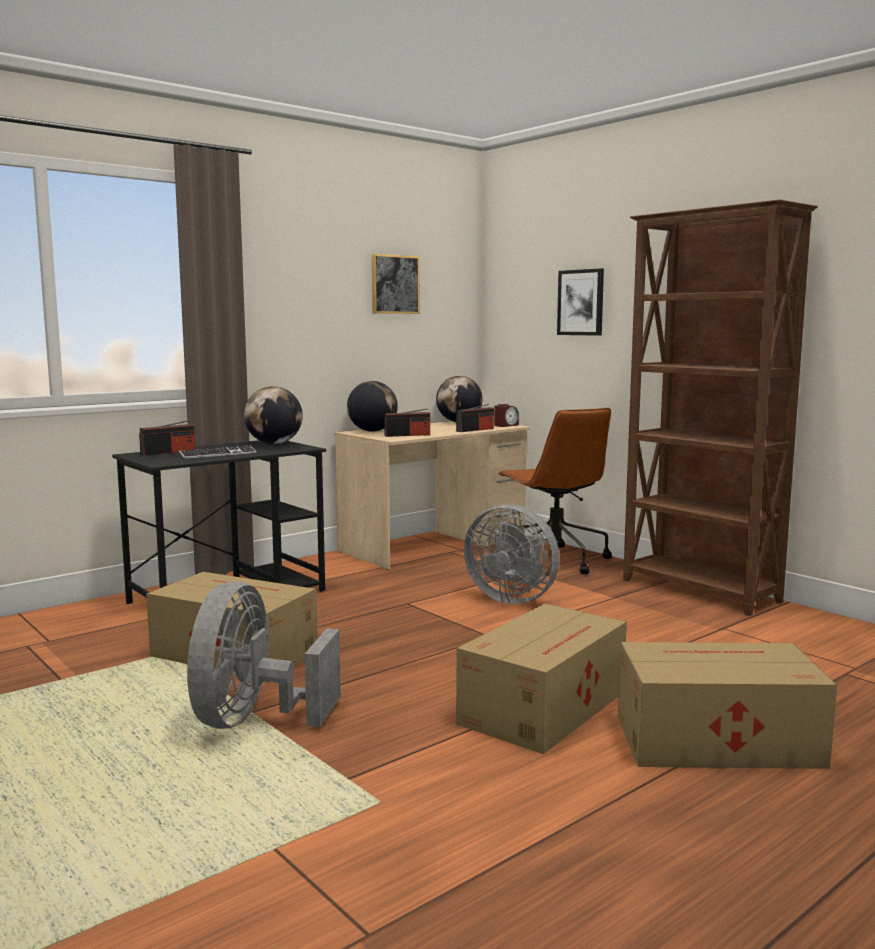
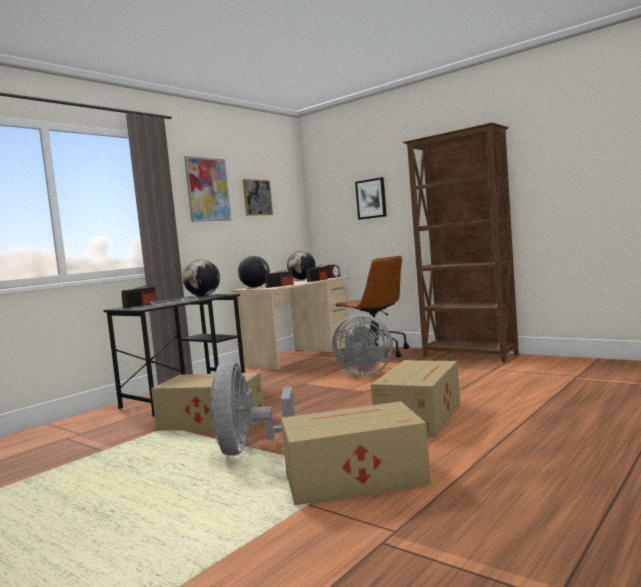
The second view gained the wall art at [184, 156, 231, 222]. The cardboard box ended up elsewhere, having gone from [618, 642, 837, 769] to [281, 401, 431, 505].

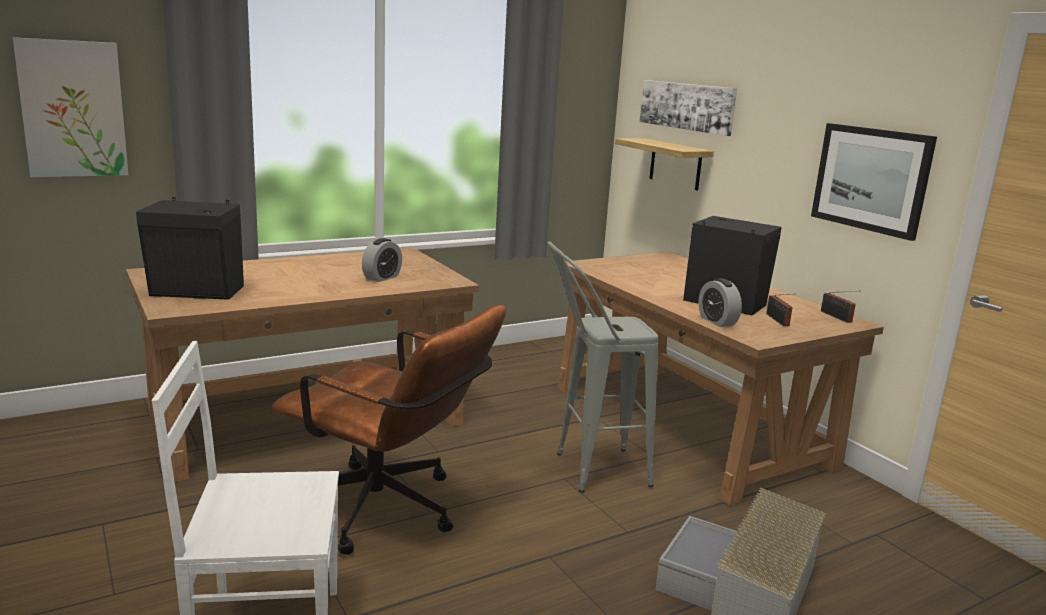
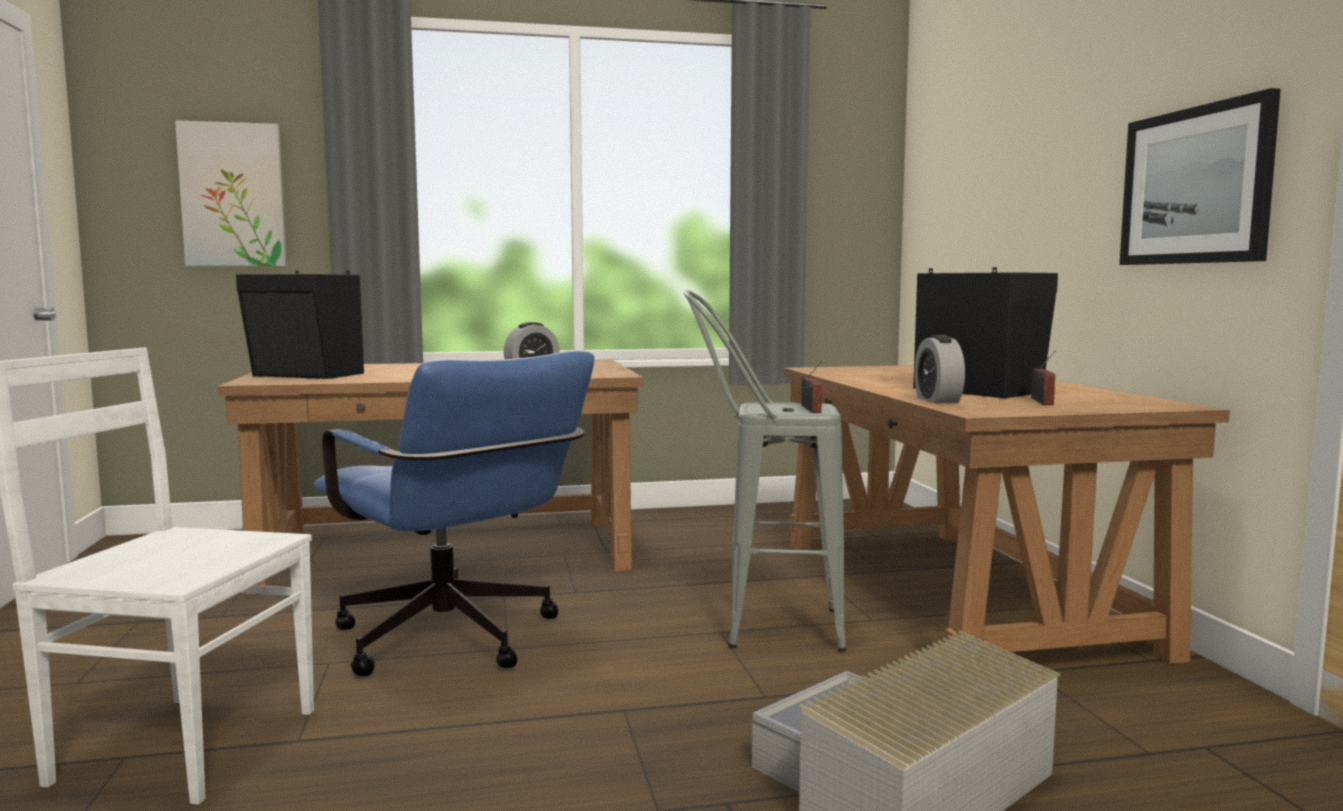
The second view lost the bracket shelf at [615, 138, 714, 191]. The second view lost the wall art at [640, 80, 737, 136]. The radio set ended up elsewhere, having gone from [821, 291, 856, 323] to [801, 361, 822, 413]. What was the brownish desk chair at [272, 305, 506, 555] turned into the blue-coloured desk chair at [314, 351, 594, 676].

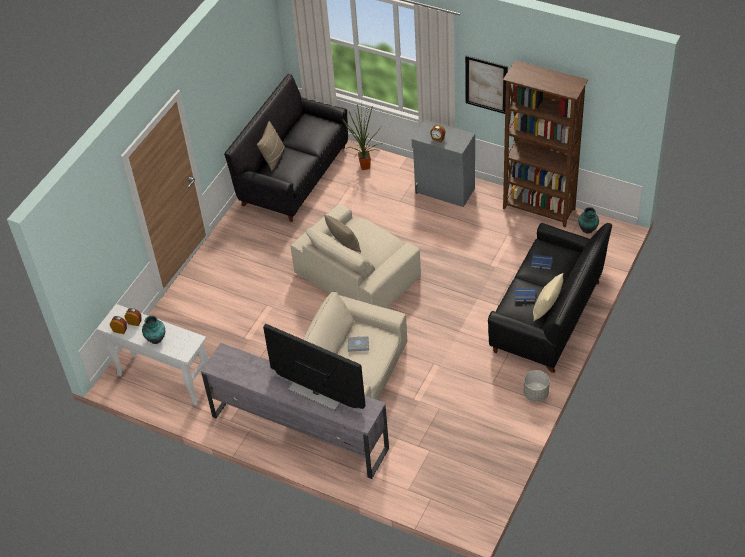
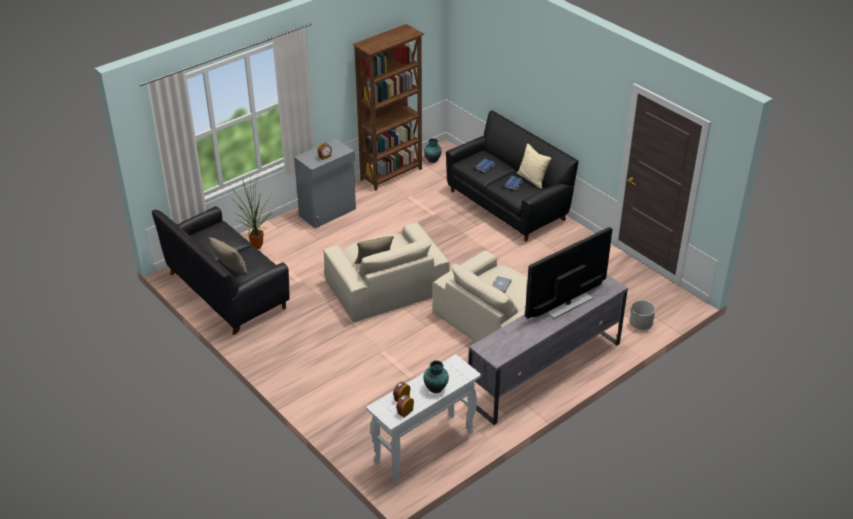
The second view lost the wall art at [465, 56, 508, 114]. The greyish plant pot ended up elsewhere, having gone from [524, 370, 550, 402] to [629, 300, 655, 330].

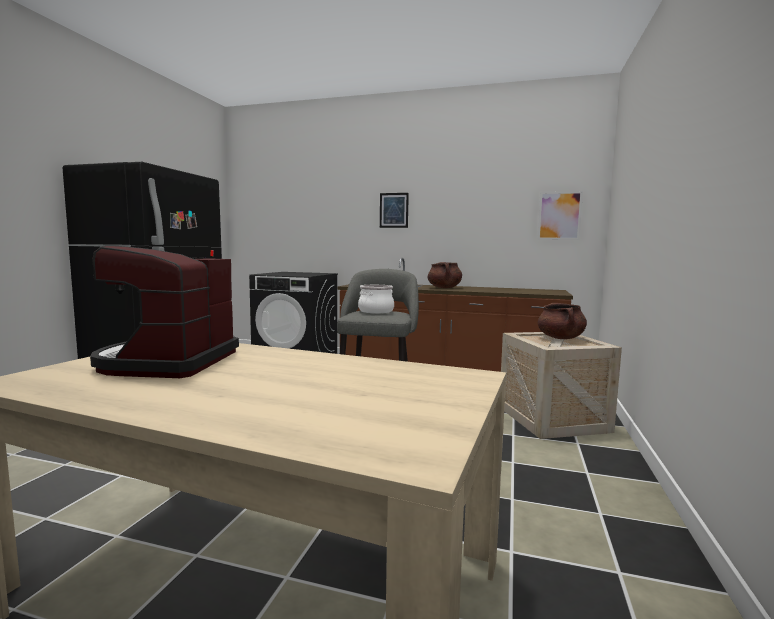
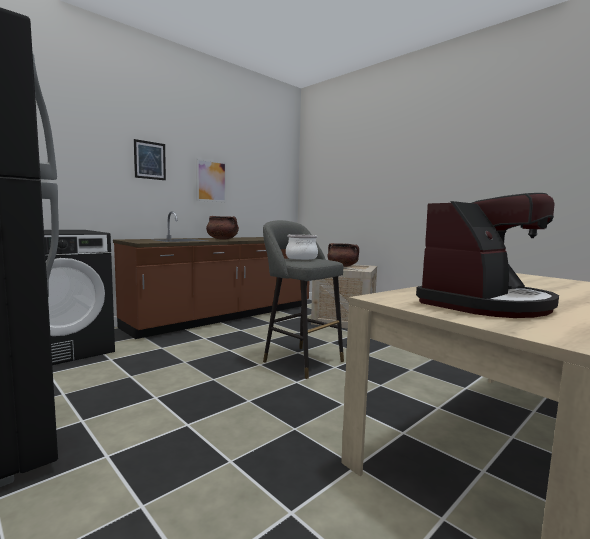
The wall art ended up elsewhere, having gone from [537, 191, 583, 240] to [196, 158, 227, 202]. The coffee maker at [90, 245, 239, 378] ended up facing another way, 75 degrees counterclockwise from before.

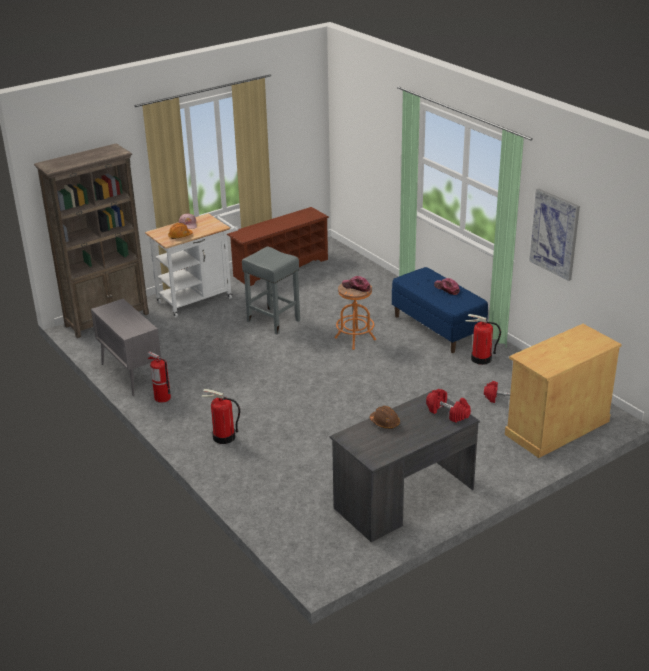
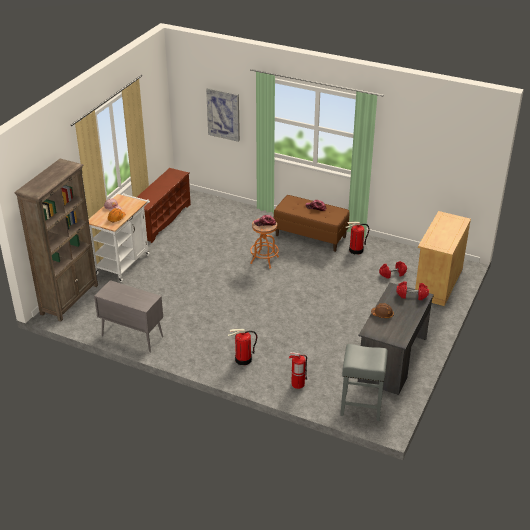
The fire-fighting cylinder ended up elsewhere, having gone from [148, 351, 171, 403] to [289, 352, 307, 389]. The greyish stool ended up elsewhere, having gone from [242, 246, 300, 334] to [340, 344, 388, 421]. The wall art ended up elsewhere, having gone from [529, 189, 580, 281] to [206, 87, 240, 142]. What was the blue-coloured long seat at [392, 267, 488, 353] turned into the brownish long seat at [274, 195, 349, 252].

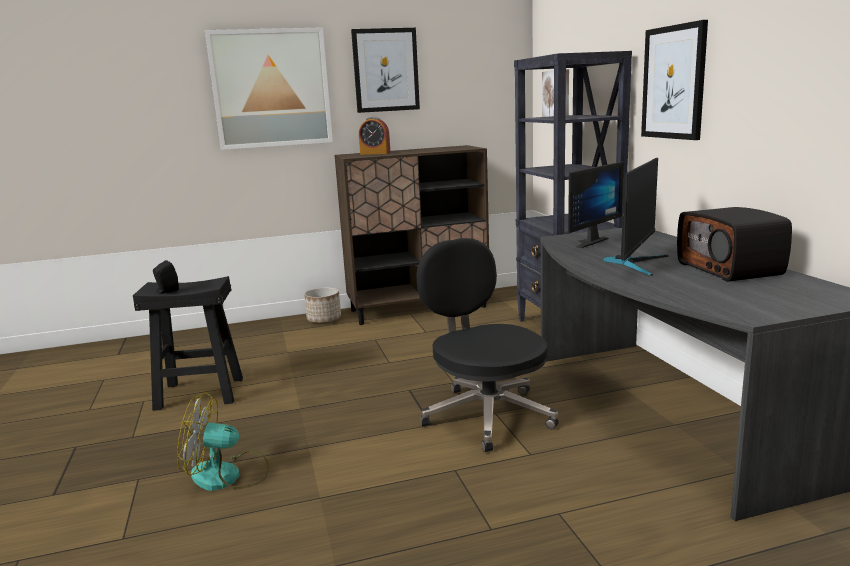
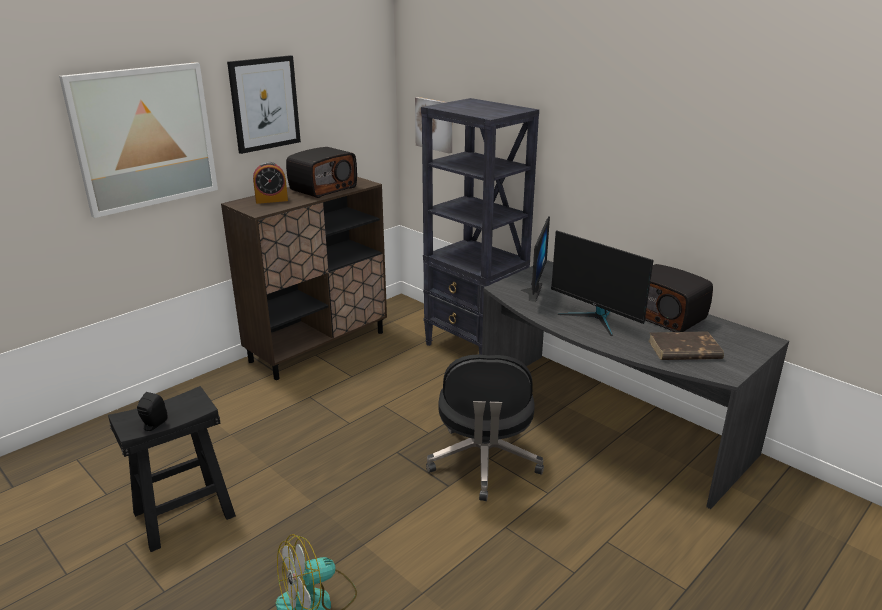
The second view lost the plant pot at [304, 287, 341, 323]. The second view lost the wall art at [641, 20, 708, 140]. The second view gained the radio set at [286, 147, 357, 198]. The second view gained the brownish bound book at [649, 331, 724, 360]. The black-coloured desk chair at [416, 238, 559, 452] ended up facing another way, 120 degrees counterclockwise from before. The computer screen at [603, 158, 669, 276] ended up facing another way, 135 degrees clockwise from before.

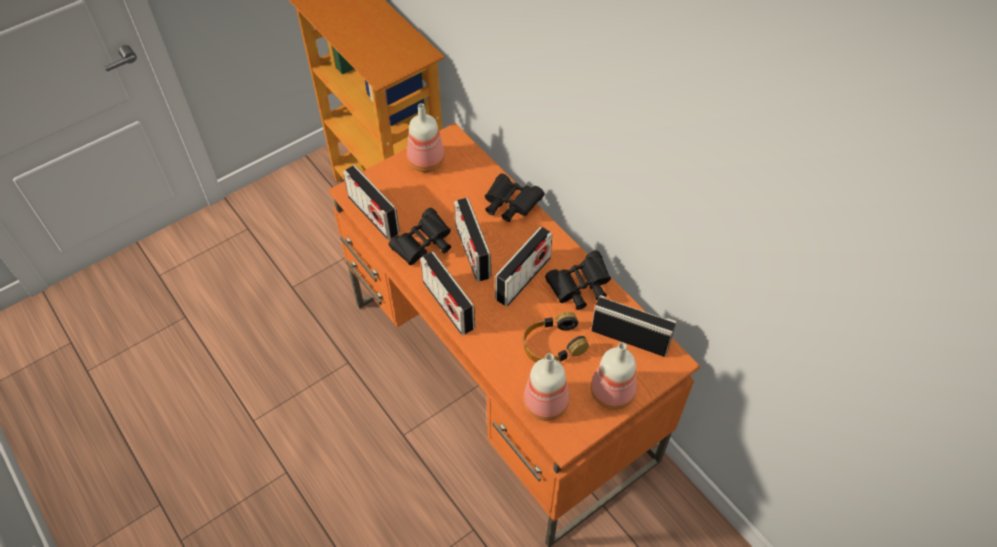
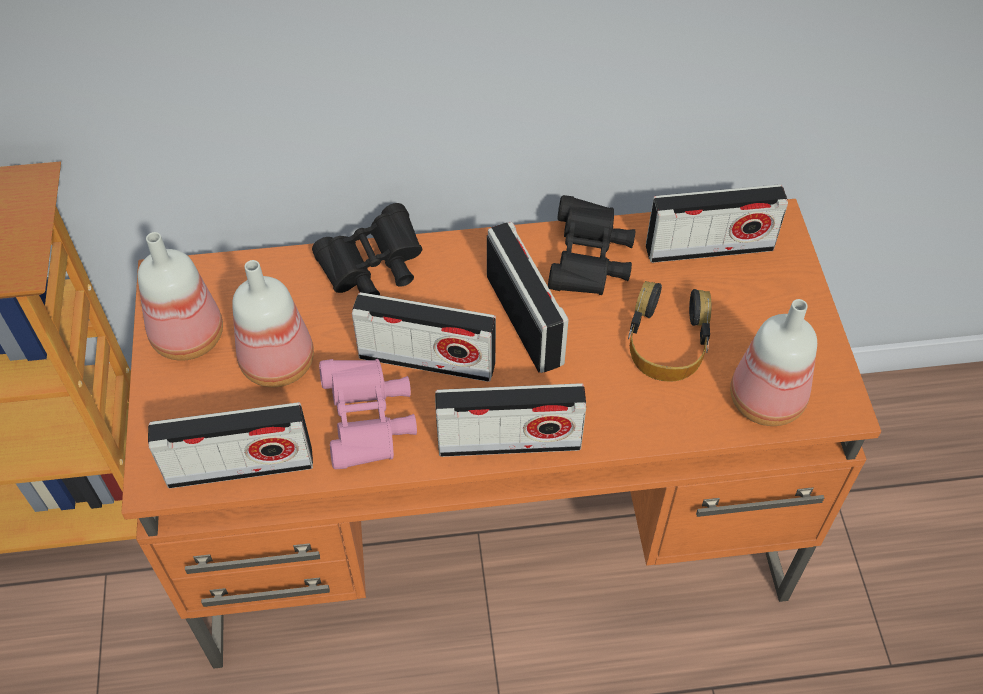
The beverage bottle ended up elsewhere, having gone from [591, 342, 637, 410] to [232, 260, 314, 387]. What was the black-coloured field glasses at [389, 208, 451, 265] turned into the pink-coloured field glasses at [319, 359, 417, 469]. The radio set at [591, 295, 676, 357] ended up facing another way, 150 degrees counterclockwise from before.

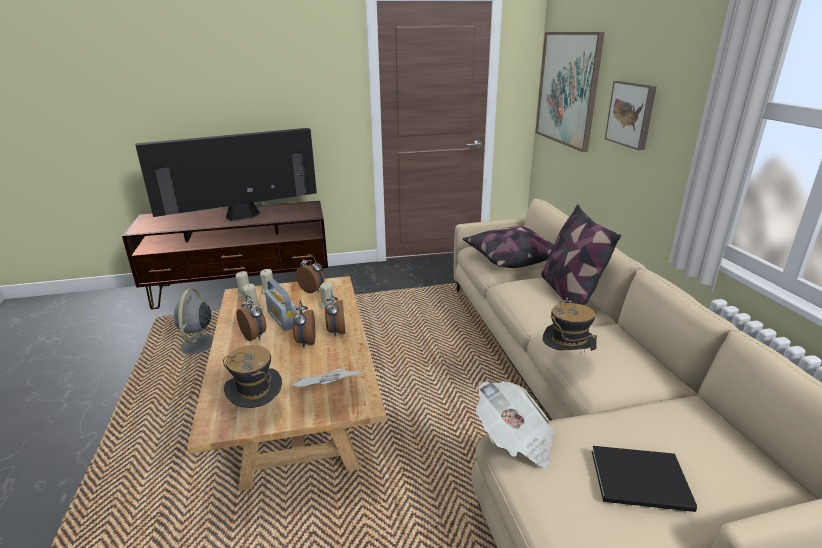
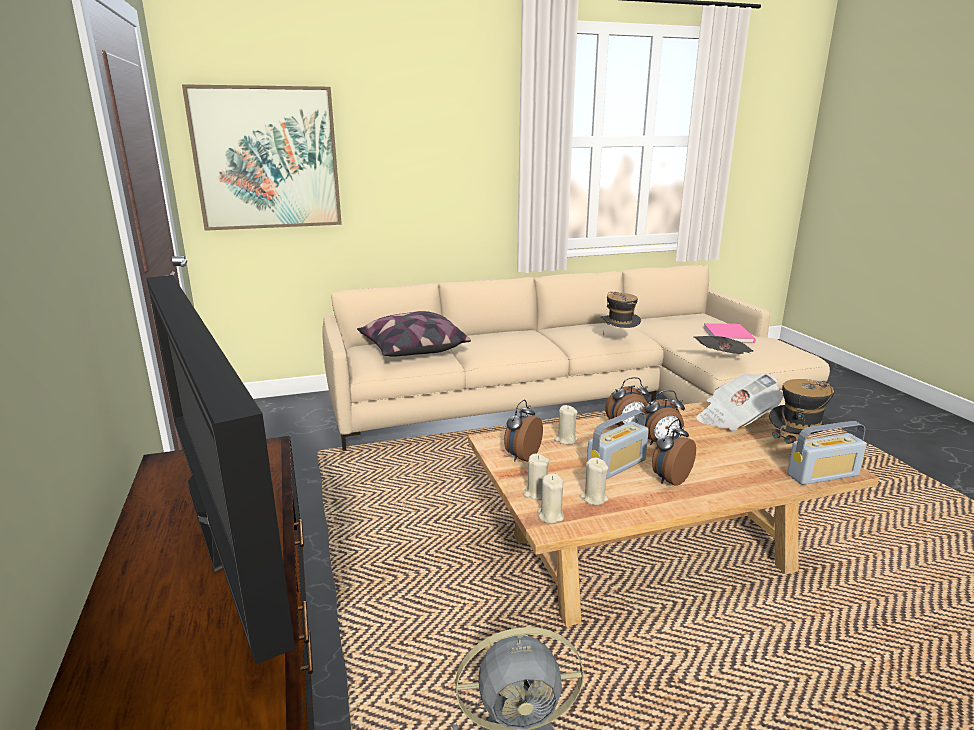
The second view lost the throw pillow at [541, 205, 621, 305]. The second view lost the wall art at [605, 81, 657, 150]. The second view gained the radio set at [787, 421, 867, 485]. What was the black-coloured bound book at [592, 446, 697, 512] turned into the pink-coloured bound book at [703, 323, 756, 343].

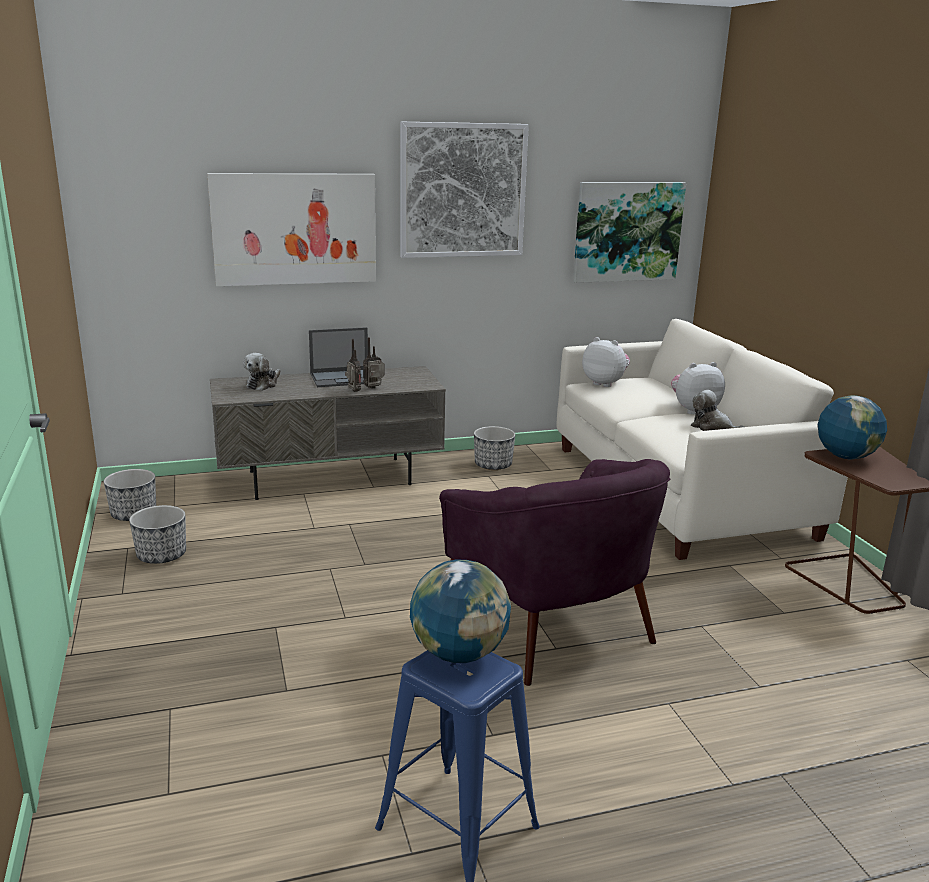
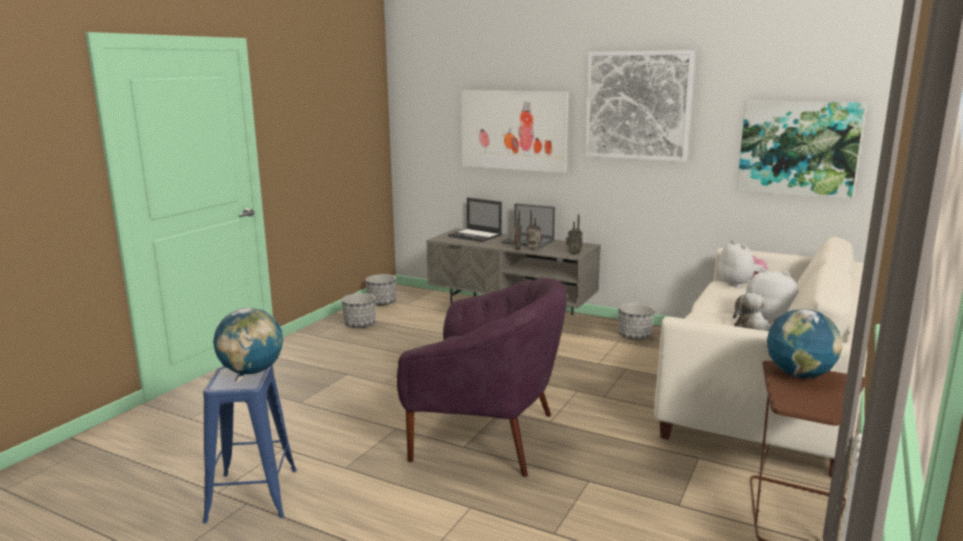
The second view gained the radio set at [566, 214, 583, 255]. Where the soft toy stood at [243, 353, 280, 391], the portable computer came to stand at [448, 198, 502, 242]. The purplish armchair at [439, 459, 670, 686] ended up facing another way, 90 degrees counterclockwise from before.

